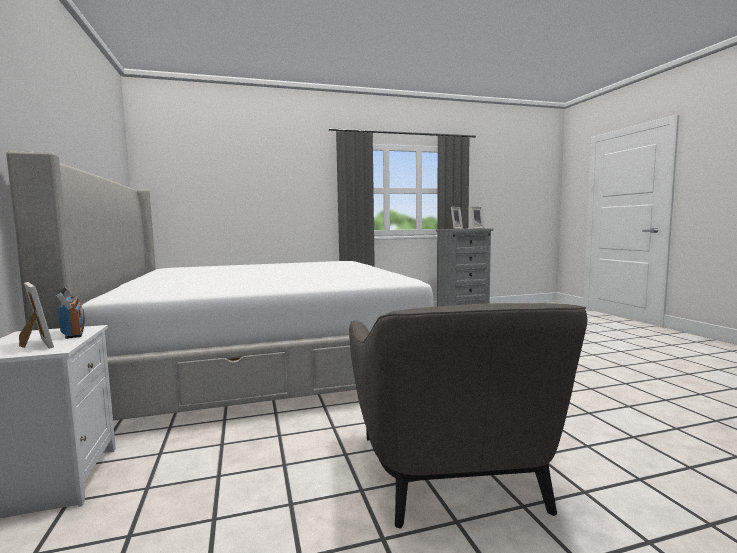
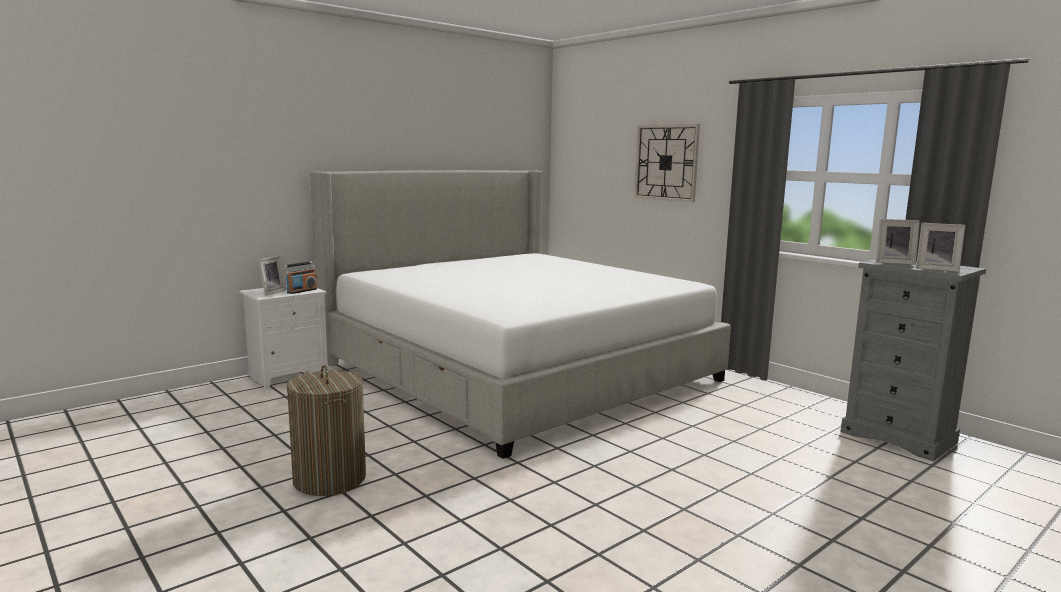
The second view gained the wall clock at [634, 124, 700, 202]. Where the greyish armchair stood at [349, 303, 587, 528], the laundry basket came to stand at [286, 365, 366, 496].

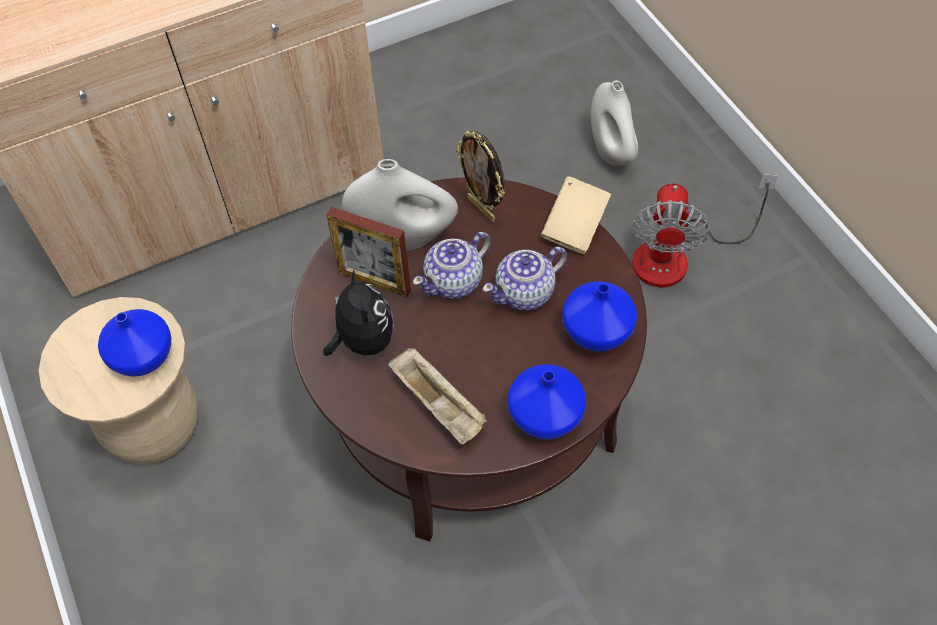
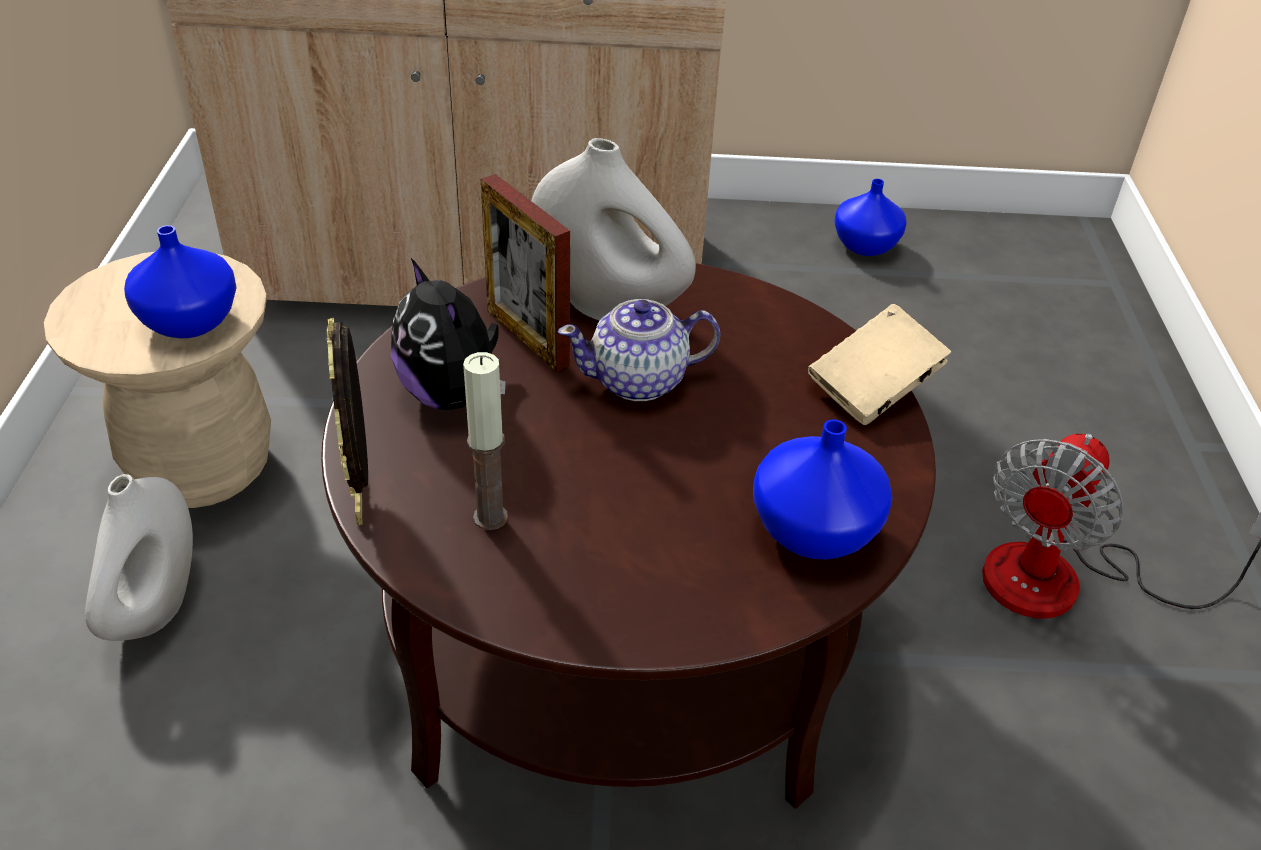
The second view lost the tea pot at [483, 246, 567, 311]. The photo frame ended up elsewhere, having gone from [456, 131, 505, 222] to [327, 318, 368, 525]. The blue-coloured vase ended up elsewhere, having gone from [508, 364, 586, 439] to [834, 179, 907, 256]. The white-coloured vase ended up elsewhere, having gone from [591, 80, 638, 165] to [85, 474, 193, 641]. Where the sand-coloured carrying tray stood at [388, 348, 487, 445], the wax light came to stand at [463, 352, 508, 530]. The soft toy at [323, 270, 394, 356] ended up facing another way, 135 degrees clockwise from before.

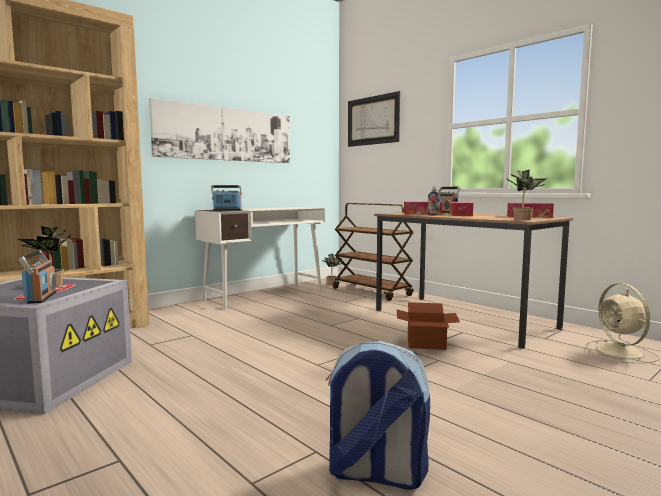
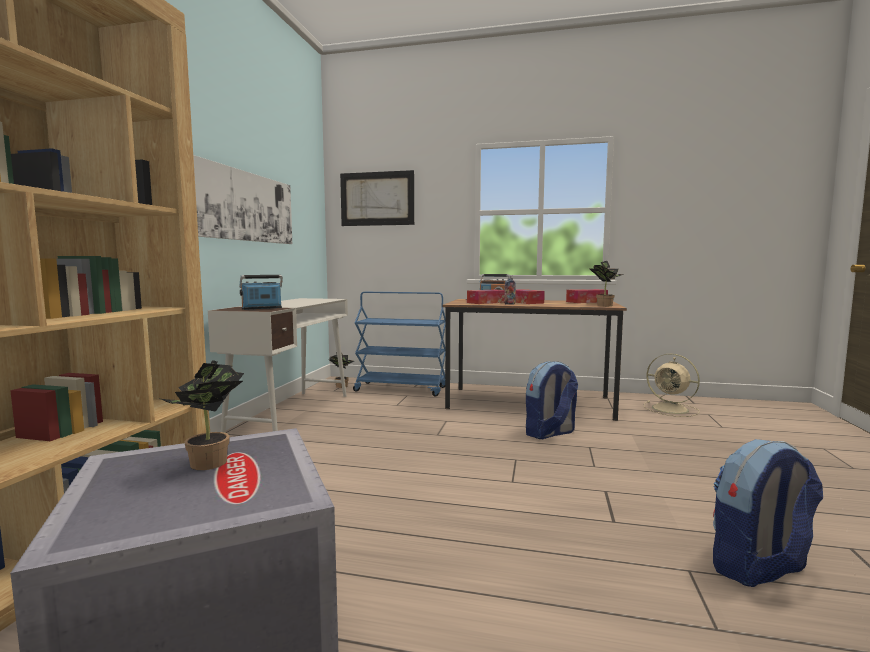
The second view lost the radio set at [18, 250, 57, 304]. Where the cardboard box stood at [397, 302, 460, 350], the rucksack came to stand at [526, 361, 578, 439]. What was the brownish wheeled cart at [333, 203, 414, 301] turned into the blue-coloured wheeled cart at [353, 292, 445, 397].

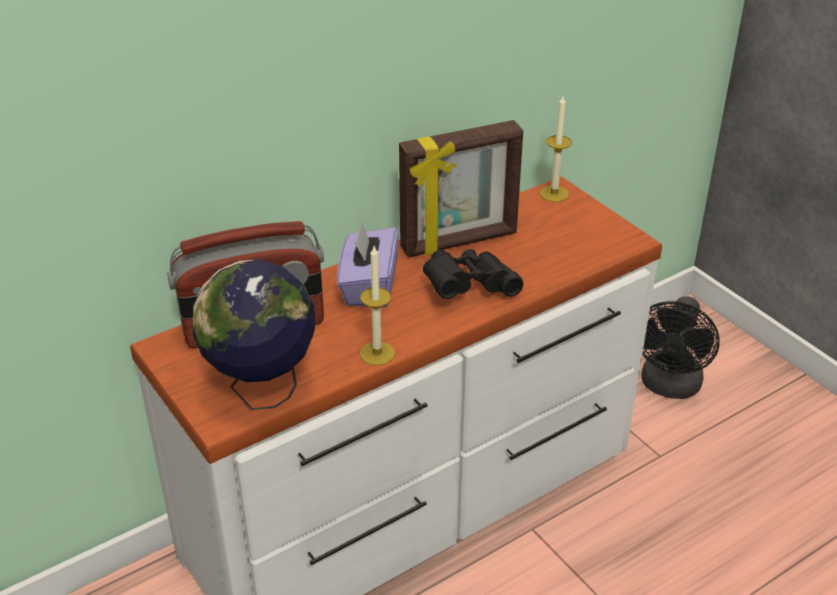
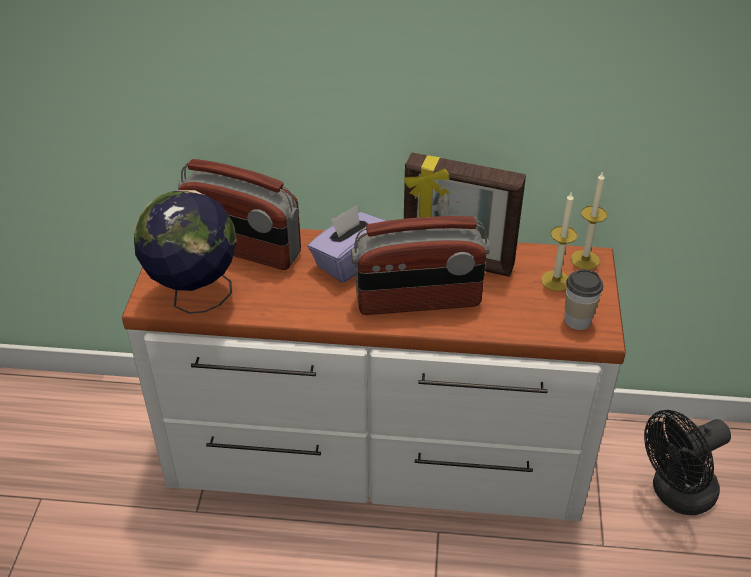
The second view gained the drinking cup at [564, 269, 603, 330]. The wax light ended up elsewhere, having gone from [360, 246, 395, 365] to [541, 191, 577, 291]. Where the black-coloured field glasses stood at [423, 249, 524, 299], the radio set came to stand at [351, 216, 490, 315].

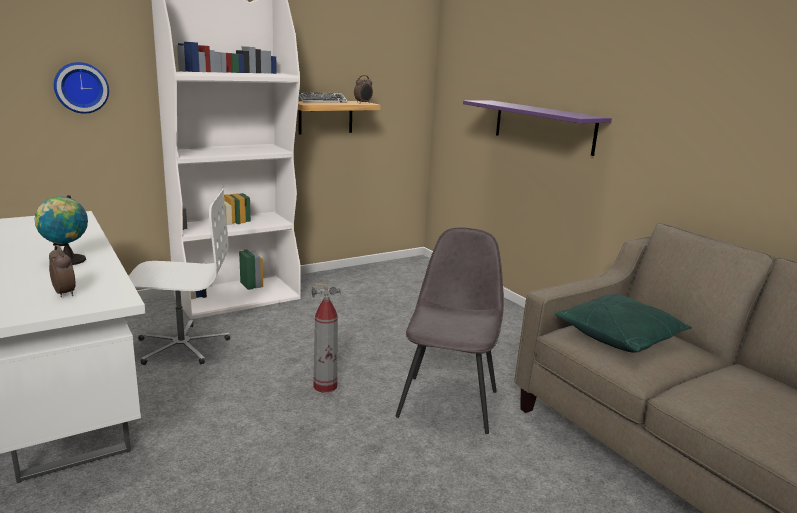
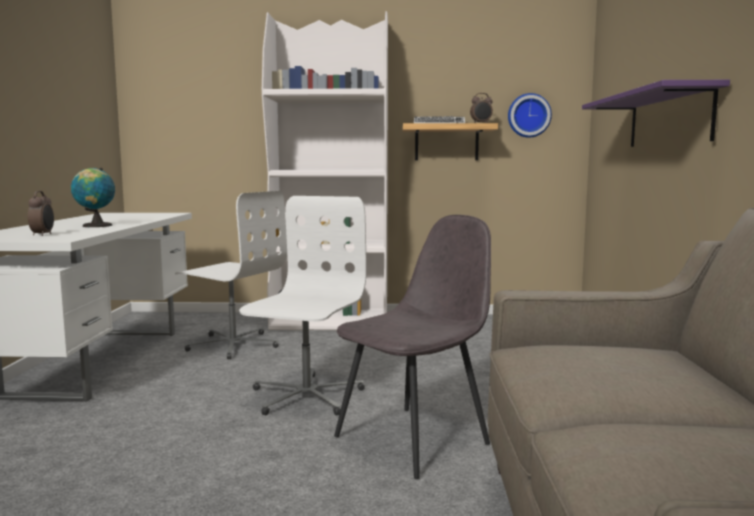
The second view lost the green-coloured throw pillow at [555, 294, 692, 353]. The wall clock ended up elsewhere, having gone from [54, 62, 109, 114] to [508, 93, 552, 138]. Where the fire-fighting cylinder stood at [312, 283, 341, 393], the white-coloured desk chair came to stand at [239, 196, 367, 415].

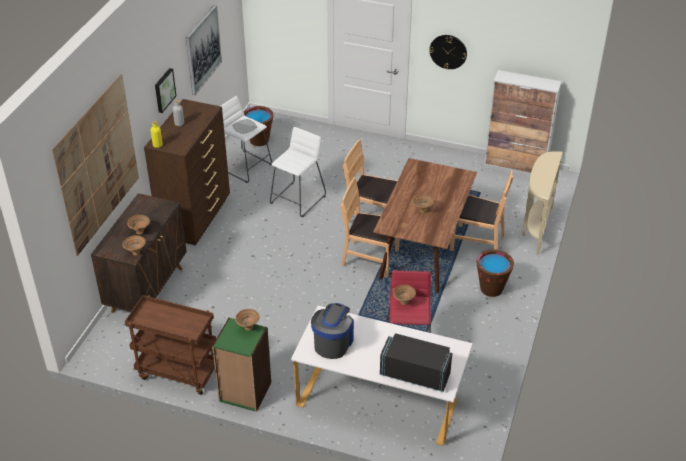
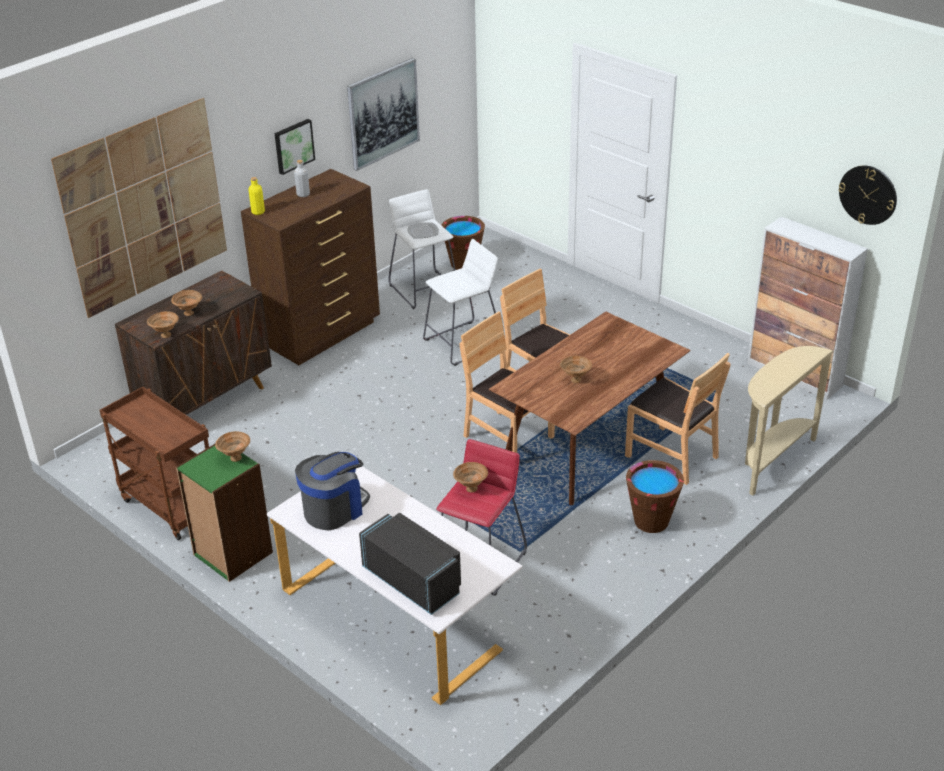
The wall clock ended up elsewhere, having gone from [429, 35, 467, 69] to [838, 165, 897, 225].

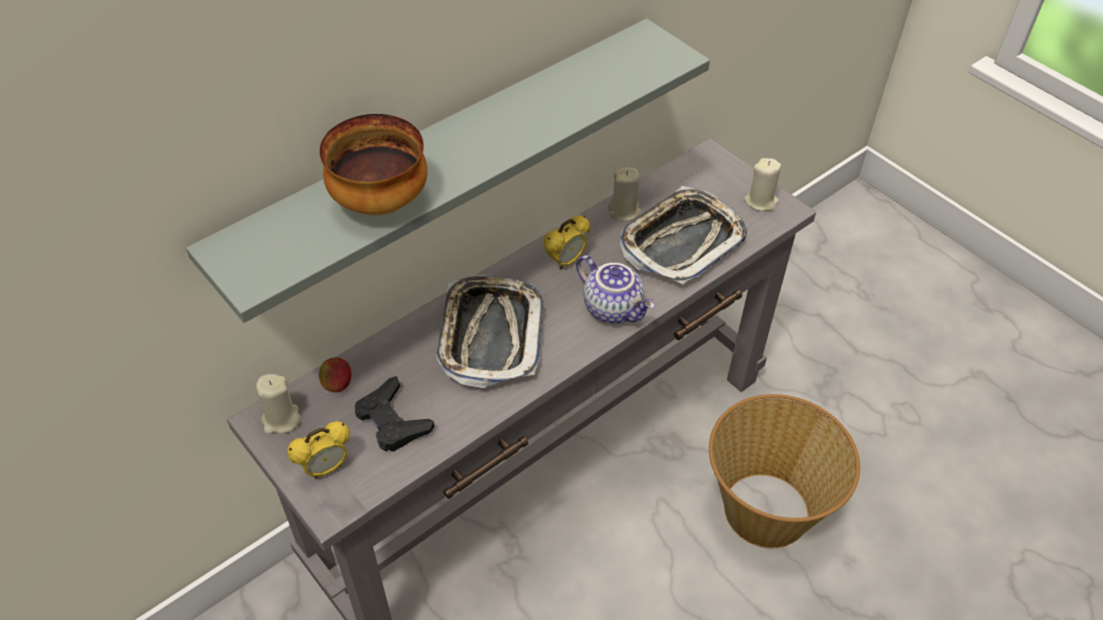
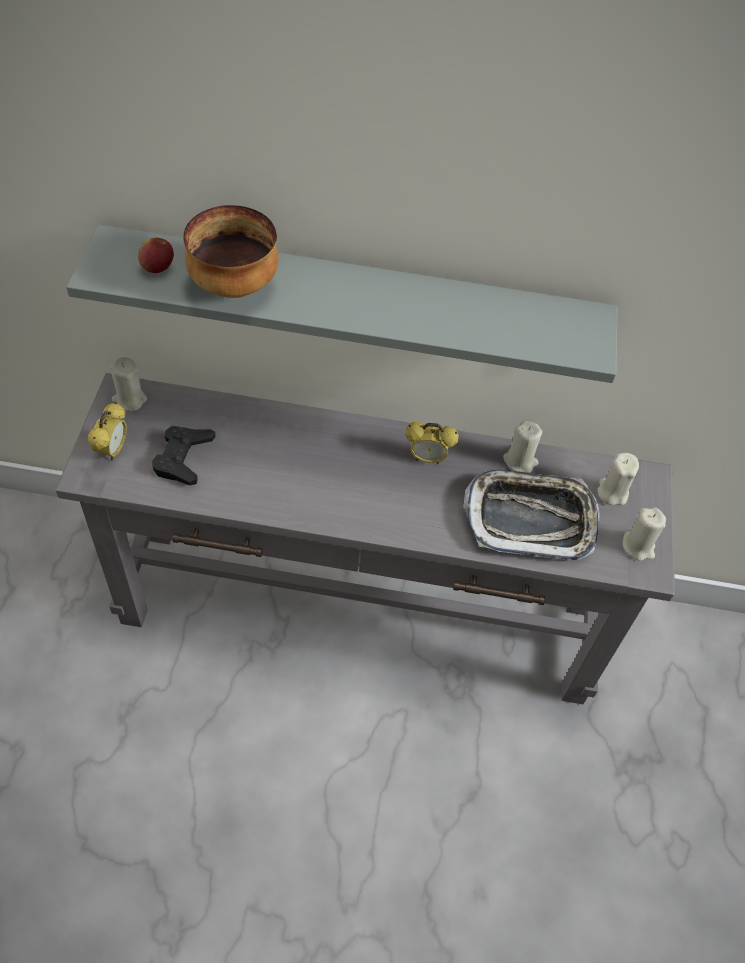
The second view lost the carrying tray at [436, 275, 543, 388]. The second view lost the tea pot at [576, 255, 655, 324]. The second view lost the basket at [709, 394, 860, 548]. The second view gained the sand-coloured wax light at [597, 453, 639, 505]. The whole apple ended up elsewhere, having gone from [319, 357, 351, 392] to [138, 238, 174, 273]. The alarm clock at [287, 421, 350, 479] ended up facing another way, 90 degrees counterclockwise from before.

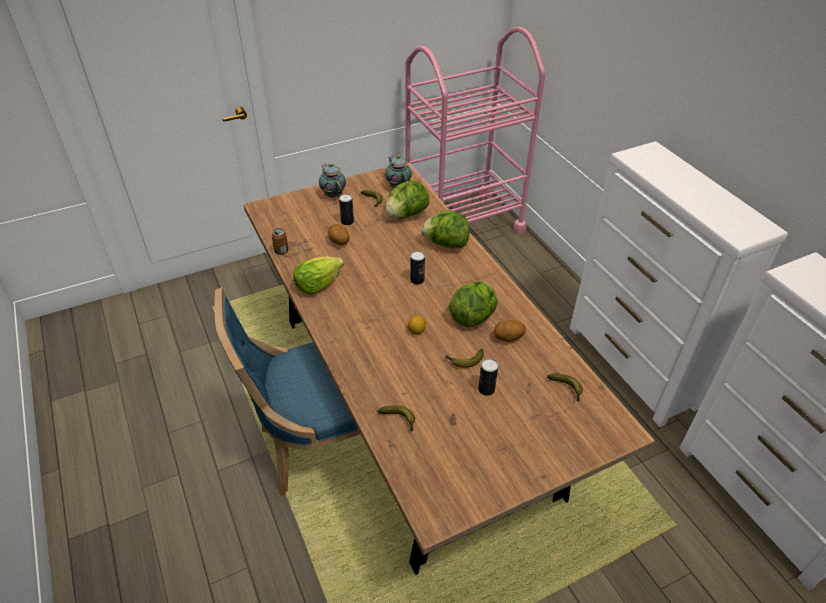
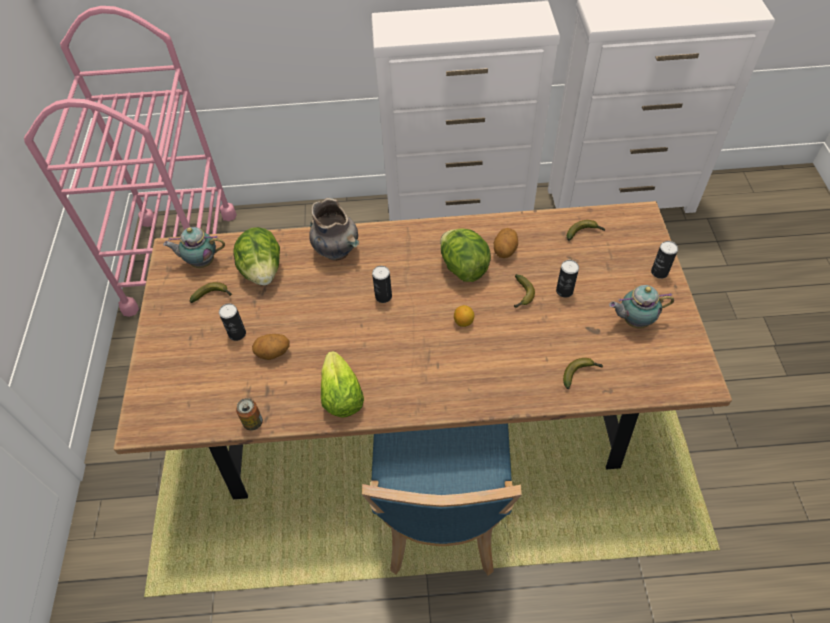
The second view gained the sealed can at [651, 241, 678, 279]. The tea pot ended up elsewhere, having gone from [319, 163, 346, 198] to [609, 285, 674, 329]. Where the lettuce head stood at [421, 211, 470, 248], the greyish vase came to stand at [309, 198, 359, 261].

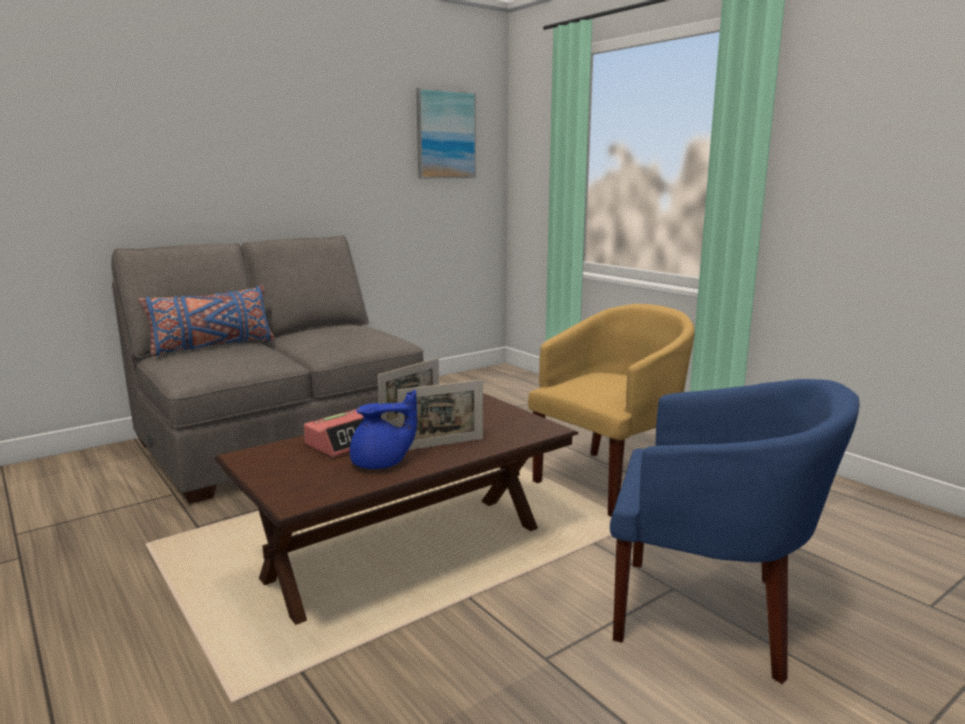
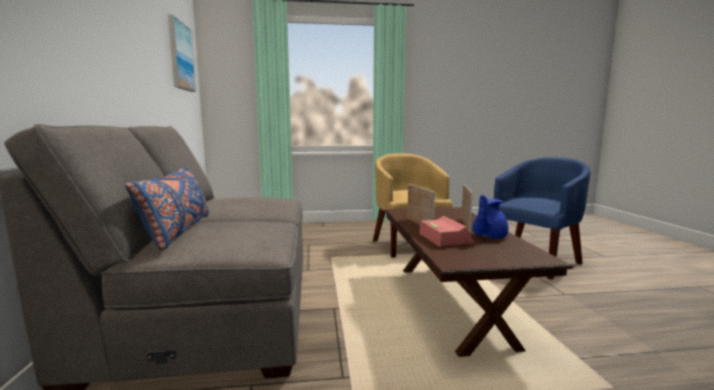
The blue-coloured tea pot at [350, 390, 417, 469] ended up facing another way, 150 degrees counterclockwise from before.

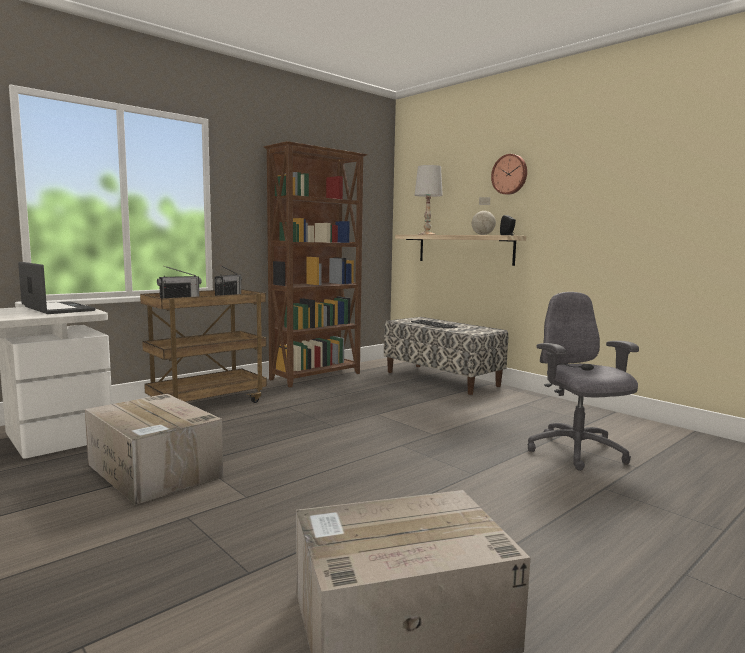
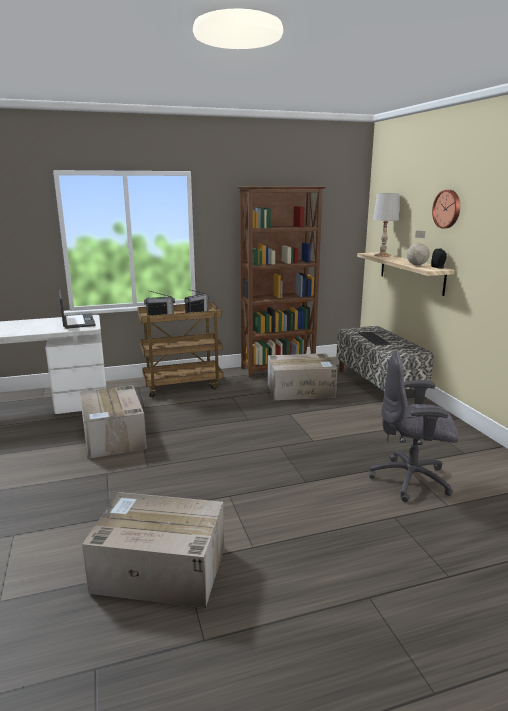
The second view gained the cardboard box at [267, 353, 338, 400]. The greyish desk chair at [527, 292, 639, 471] ended up facing another way, 90 degrees counterclockwise from before.

